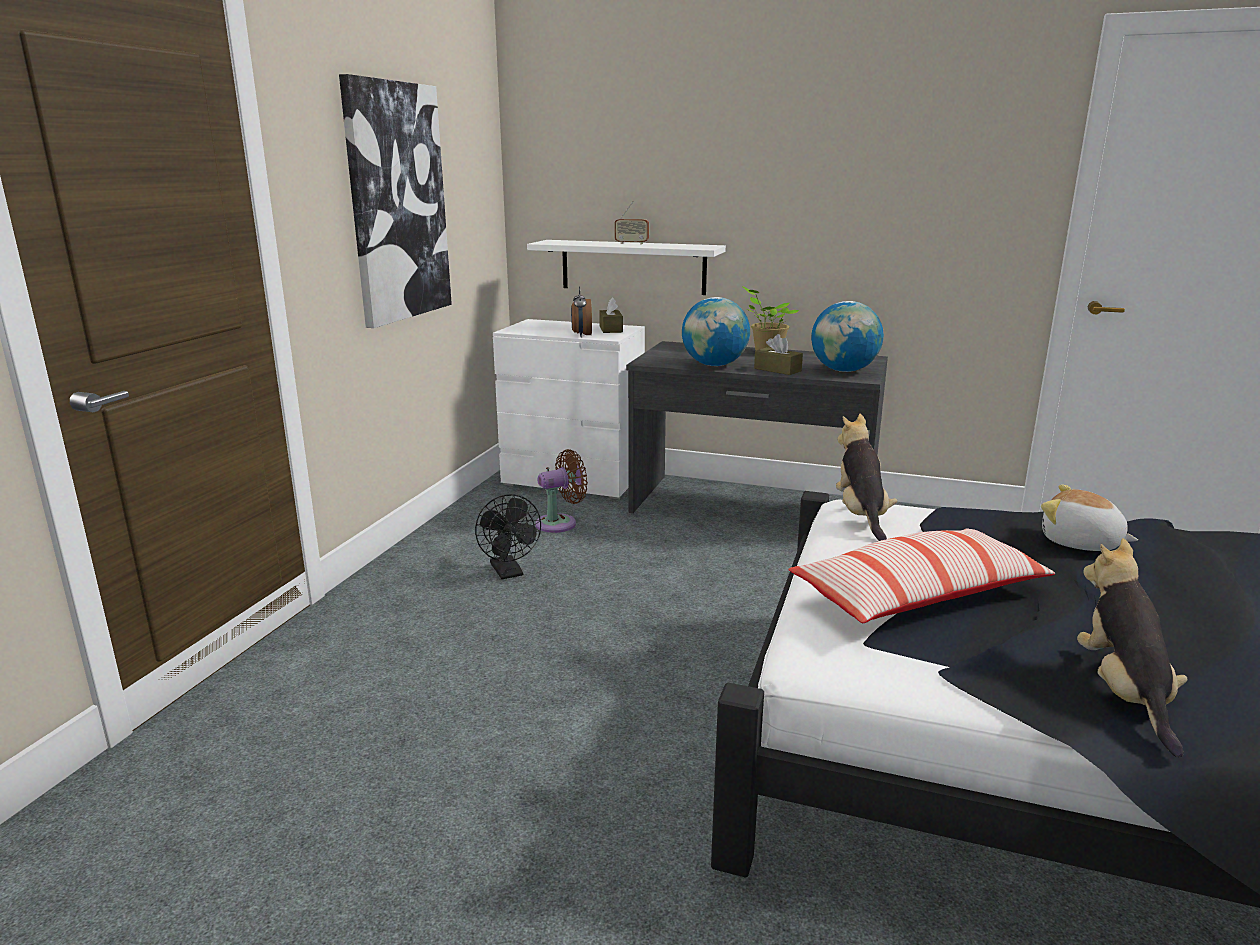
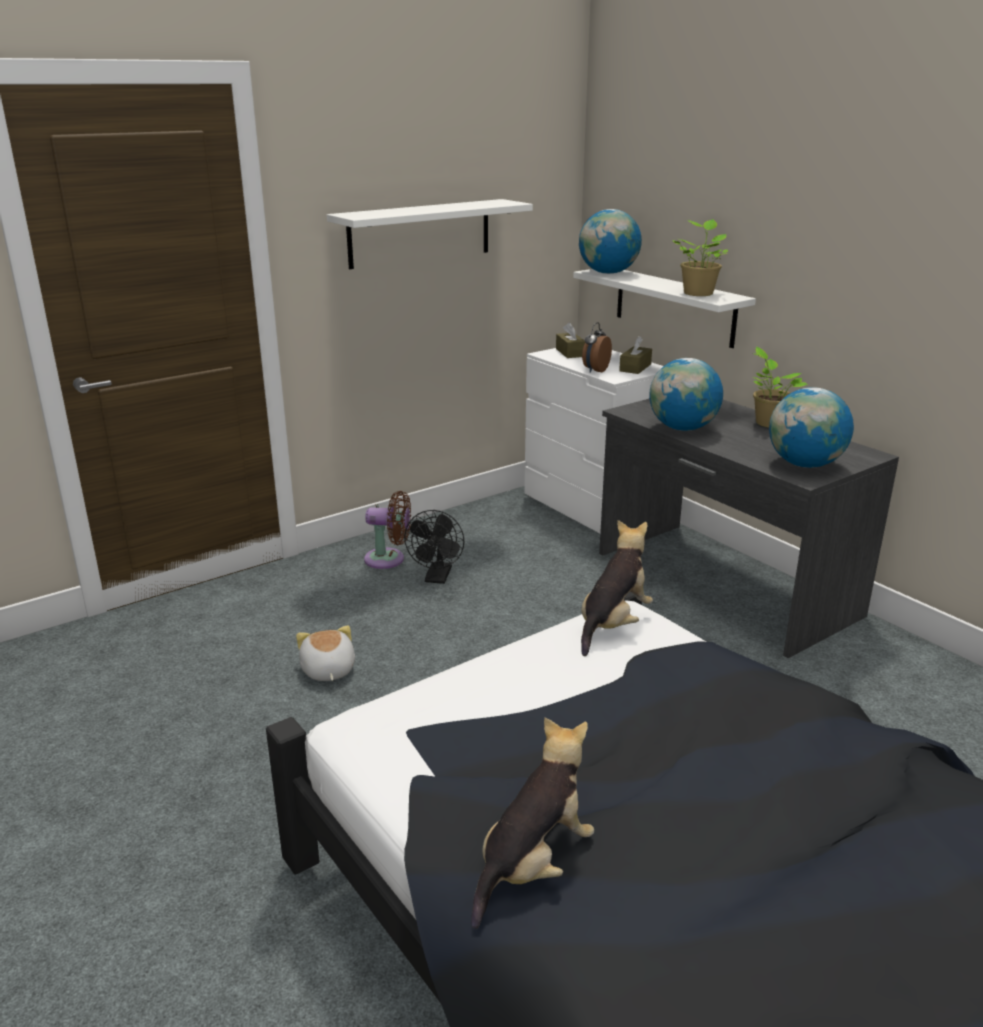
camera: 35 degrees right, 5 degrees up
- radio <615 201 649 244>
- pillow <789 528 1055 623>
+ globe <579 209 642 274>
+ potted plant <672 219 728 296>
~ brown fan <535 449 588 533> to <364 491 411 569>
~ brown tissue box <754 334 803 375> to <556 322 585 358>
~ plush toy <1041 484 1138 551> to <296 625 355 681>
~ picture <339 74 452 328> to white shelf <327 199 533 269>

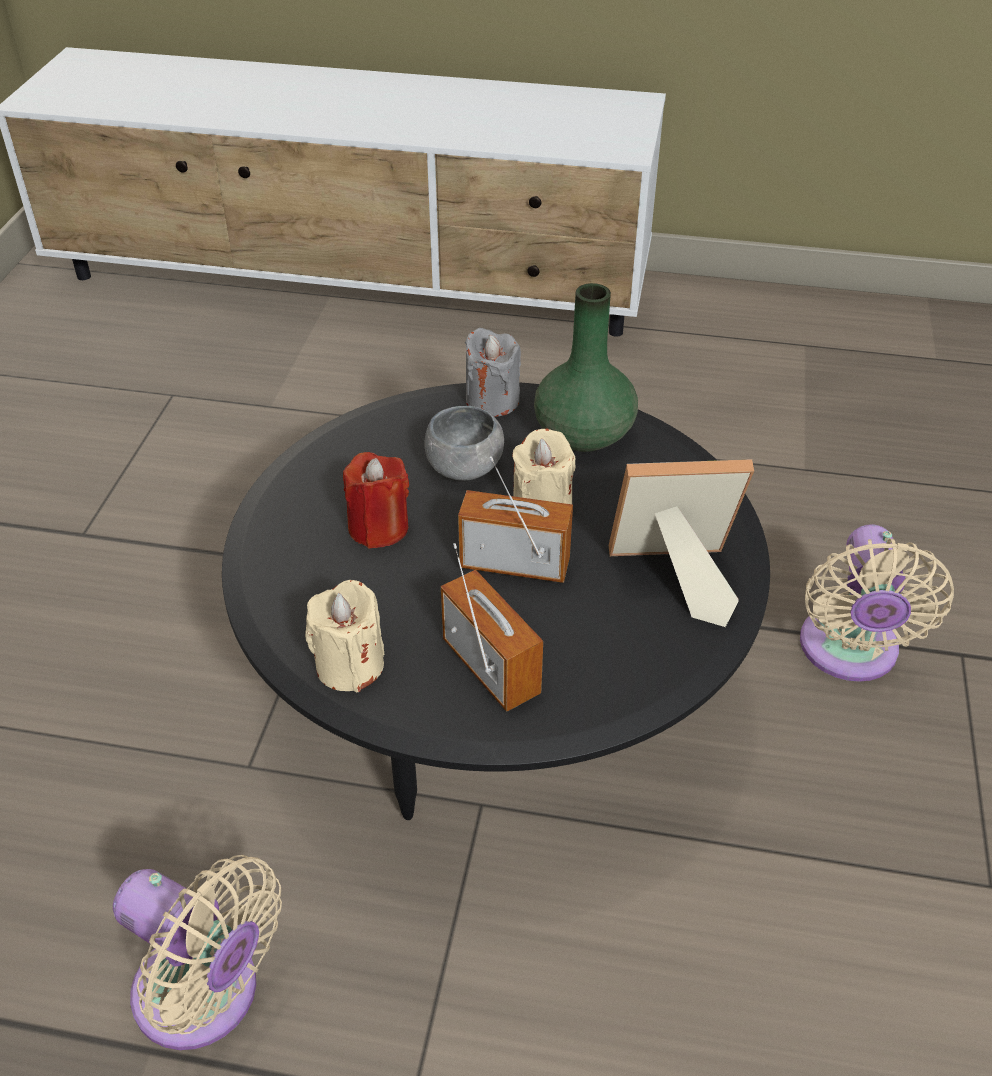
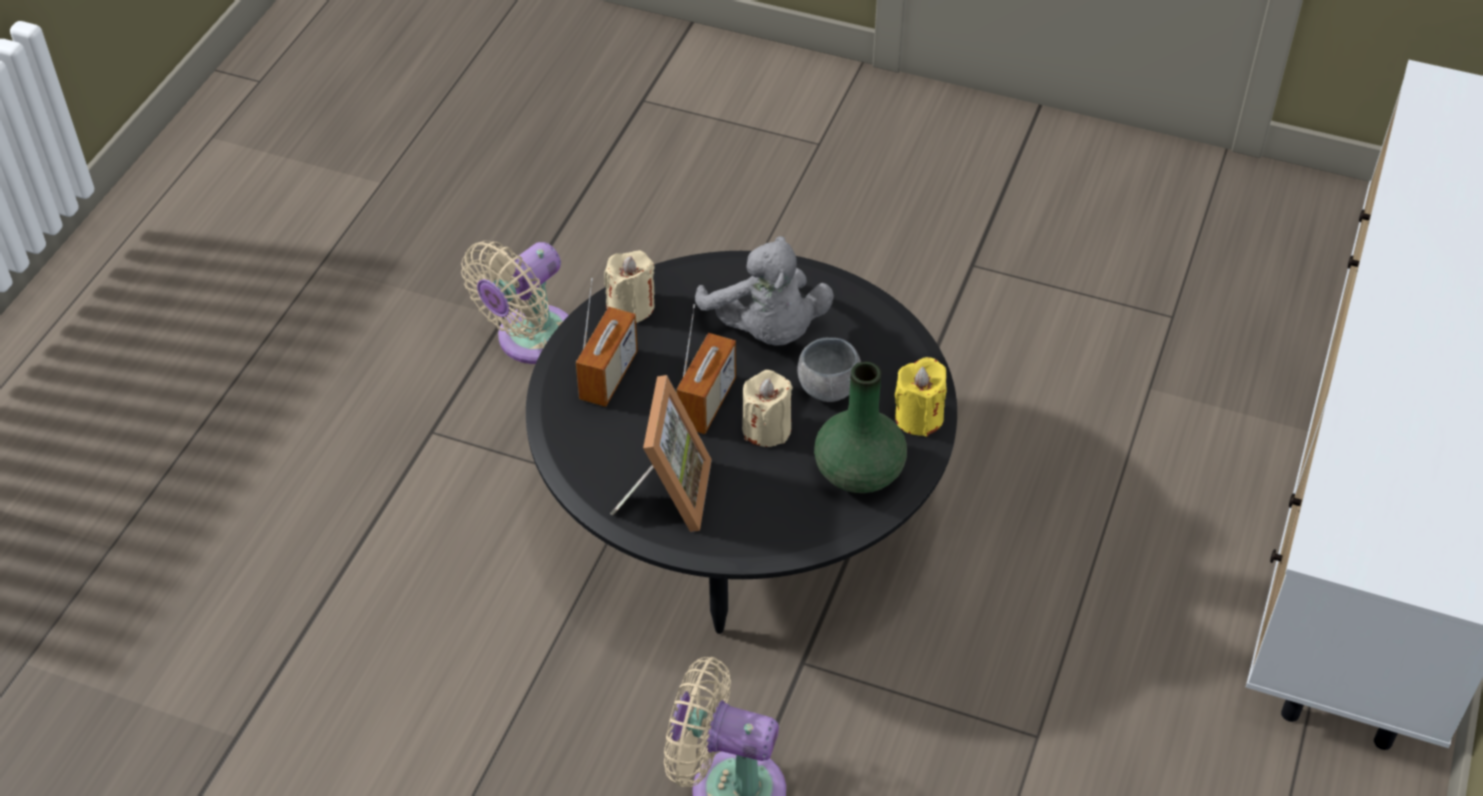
camera: 100 degrees right, 5 degrees up
~ red candle <343 452 409 549> to grey plush toy <695 236 834 345>
~ grey candle <465 328 521 417> to yellow candle <895 357 947 437>
~ radio <441 543 543 712> = <576 278 638 407> 45 degrees counterclockwise

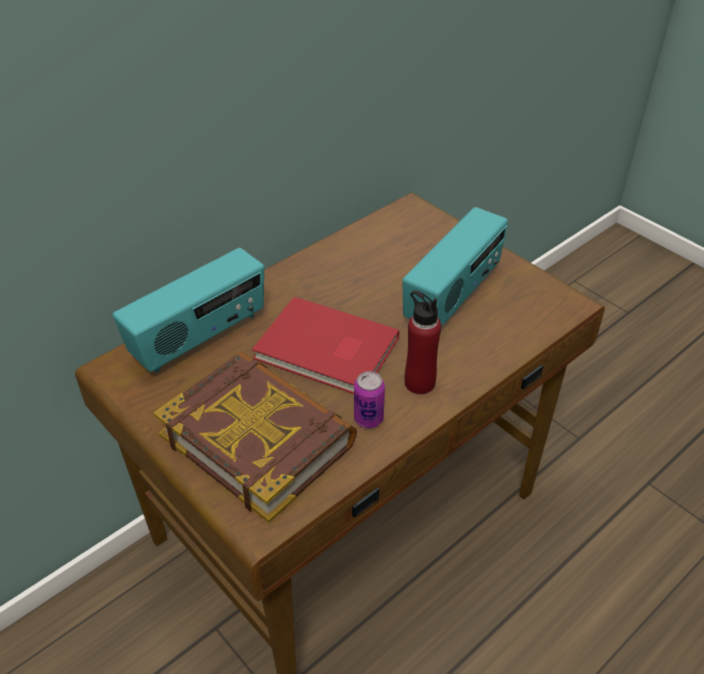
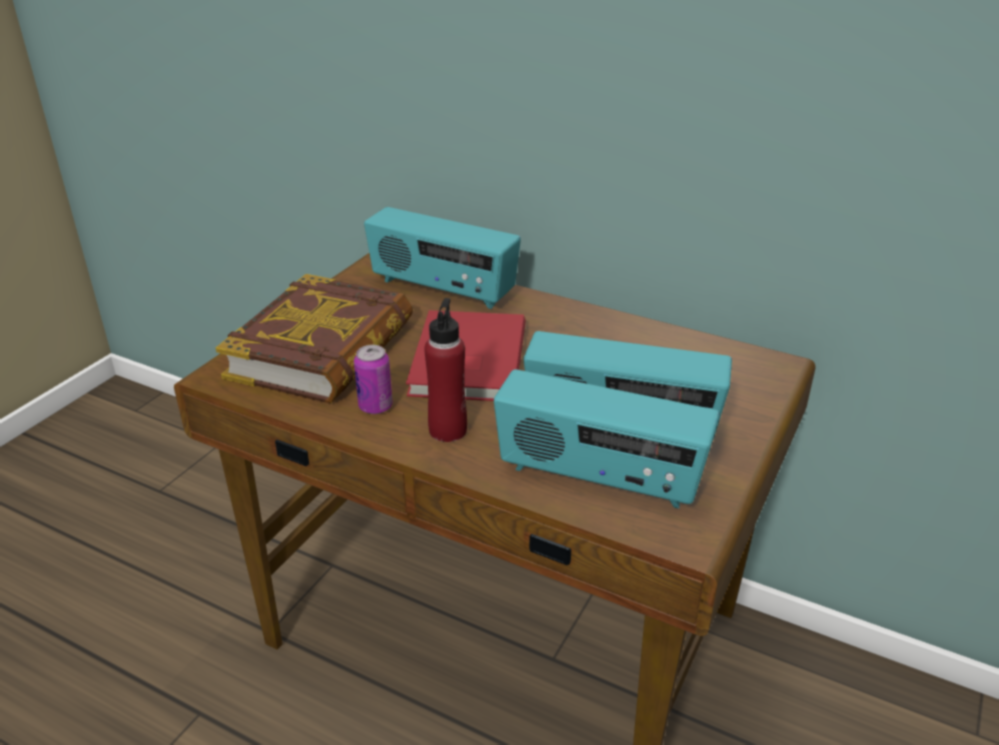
camera: 70 degrees right, 10 degrees down
+ radio <494 369 720 509>

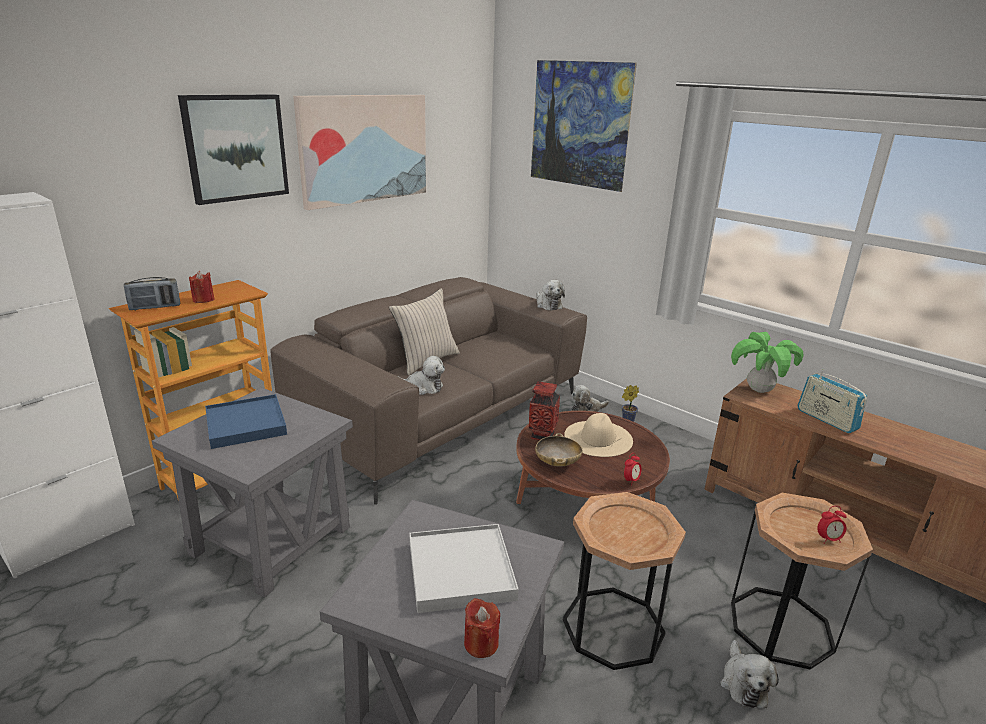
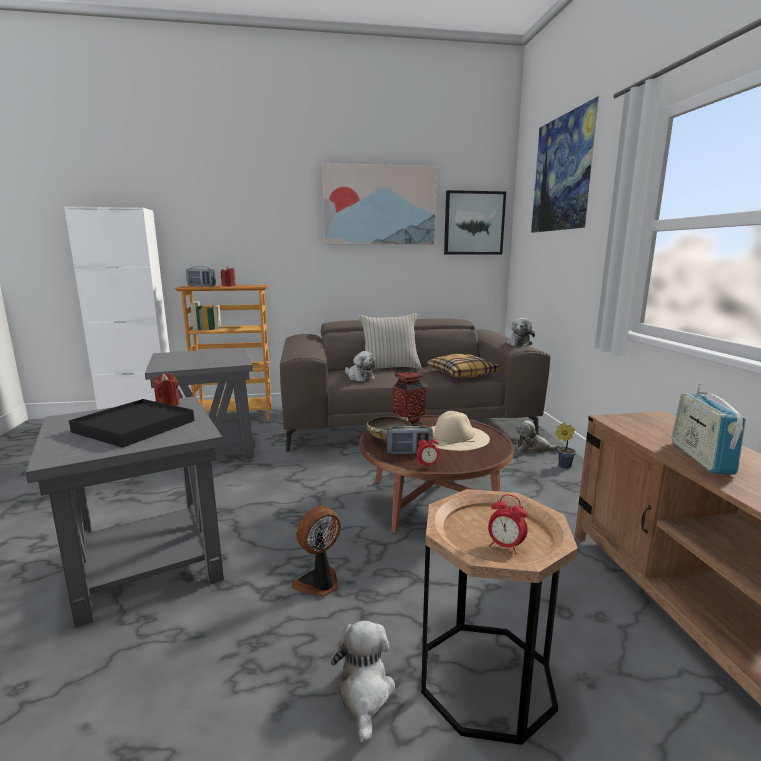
camera: 40 degrees right, 10 degrees down
- blue tray <205 394 287 449>
- potted plant <731 332 803 393>
+ radio <387 424 433 454>
+ pillow <427 354 500 378>
~ picture <178 94 289 205> to <444 190 506 254>
~ red candle <464 598 500 658> to <153 373 180 406>
~ brown side table <563 492 686 670> to fan <291 506 341 597>
~ white tray <409 524 519 613> to black tray <69 399 194 448>
~ plush toy <720 640 779 708> = <331 621 395 744> 135 degrees clockwise

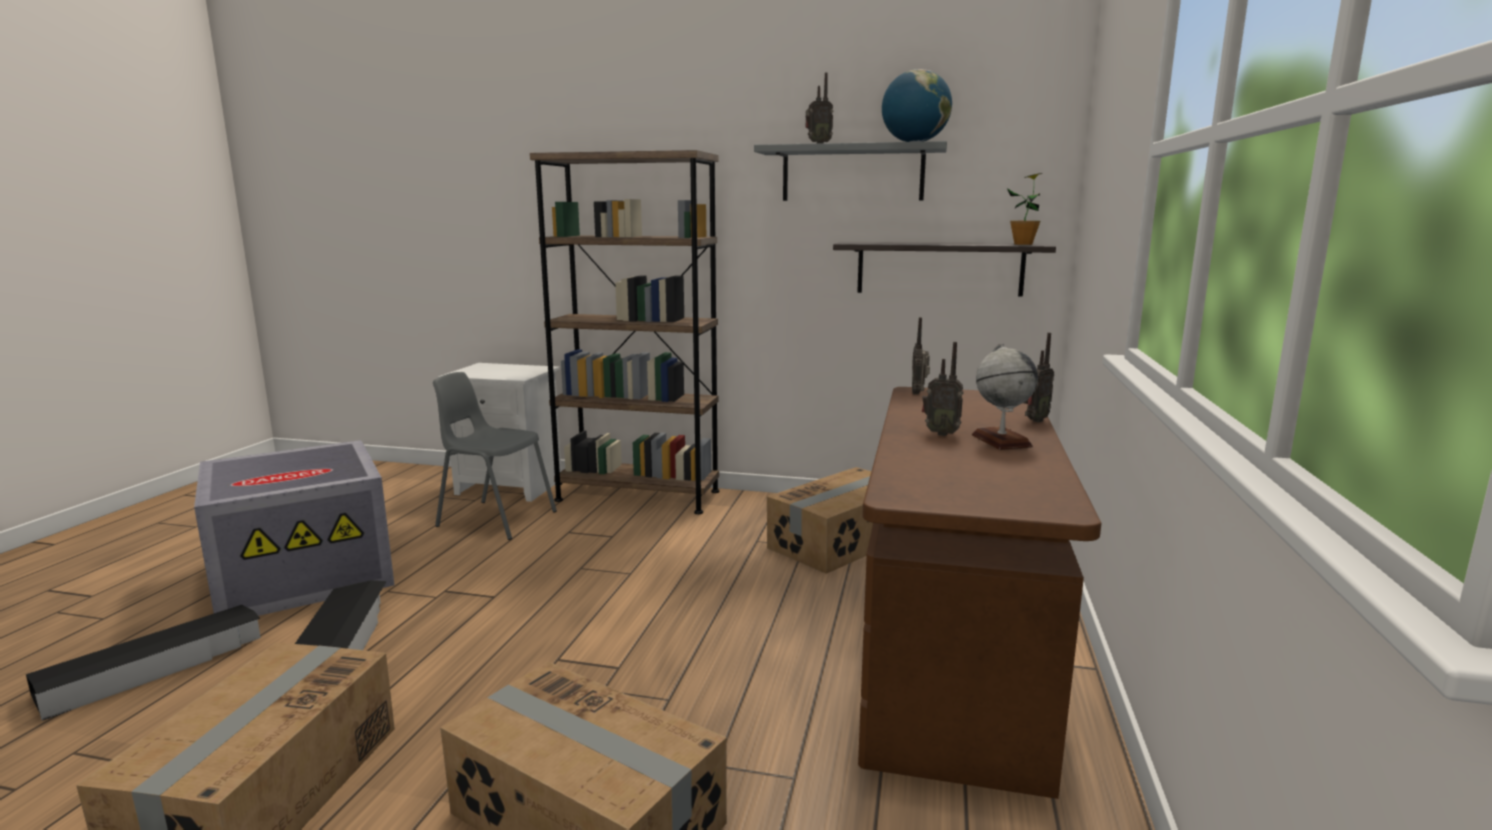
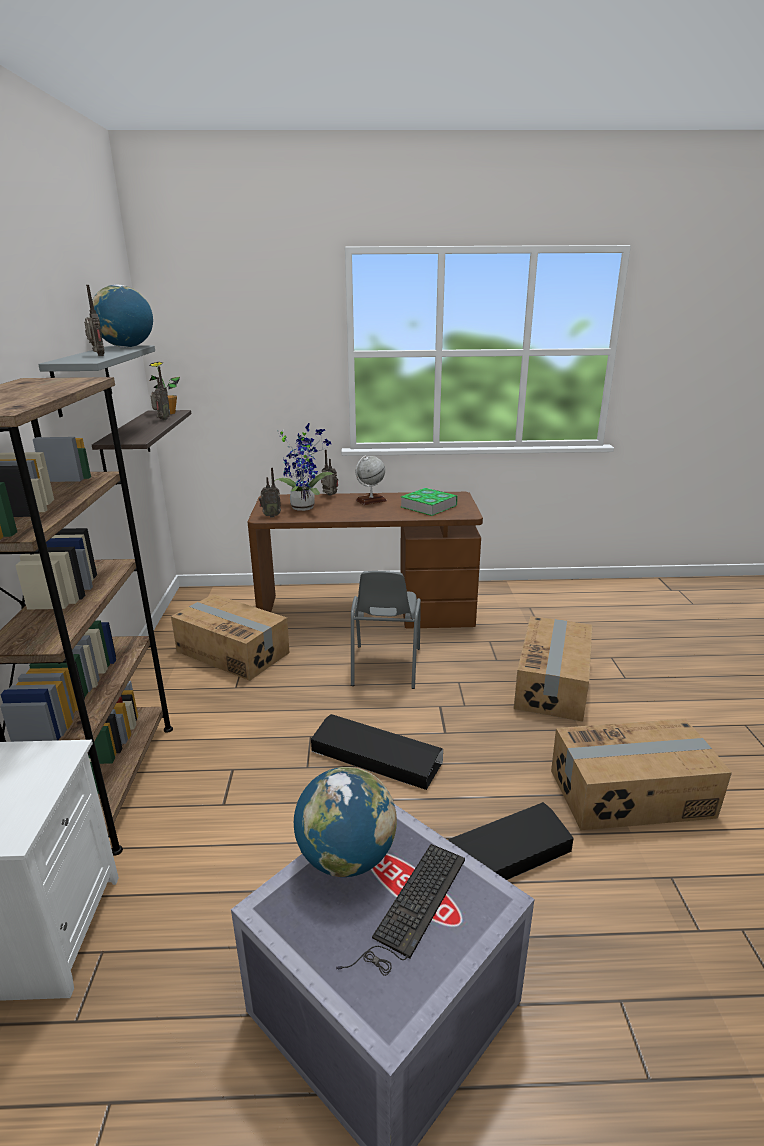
camera: 105 degrees left, 10 degrees up
+ potted plant <274 423 334 511>
+ globe <294 767 397 877>
+ keyboard <336 844 465 976>
+ book <401 488 458 516>
~ black storage box <26 605 261 721> to <311 714 443 790>
~ grey chair <433 372 557 540> to <351 571 421 689>
~ radio <922 342 964 436> to <150 366 170 420>

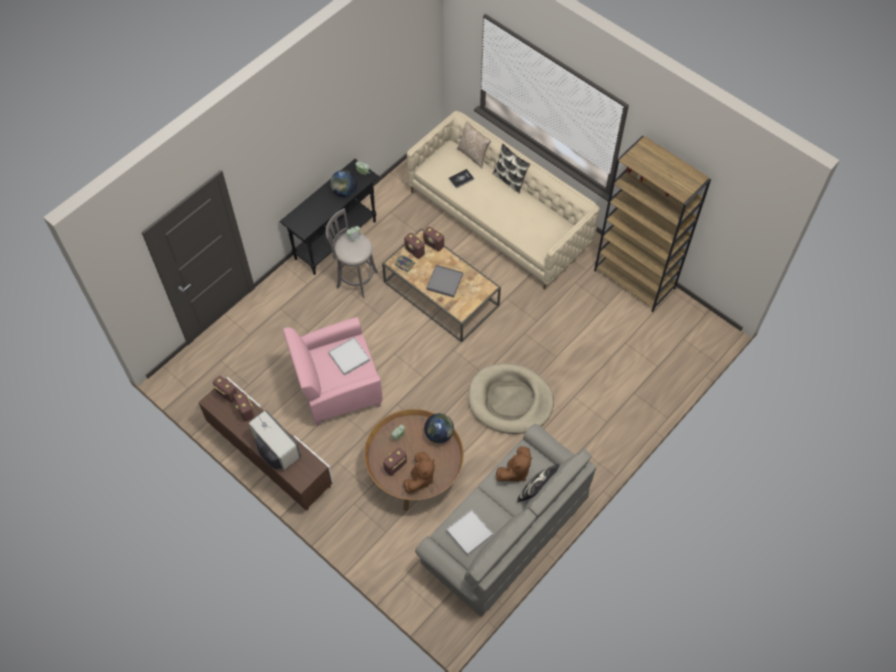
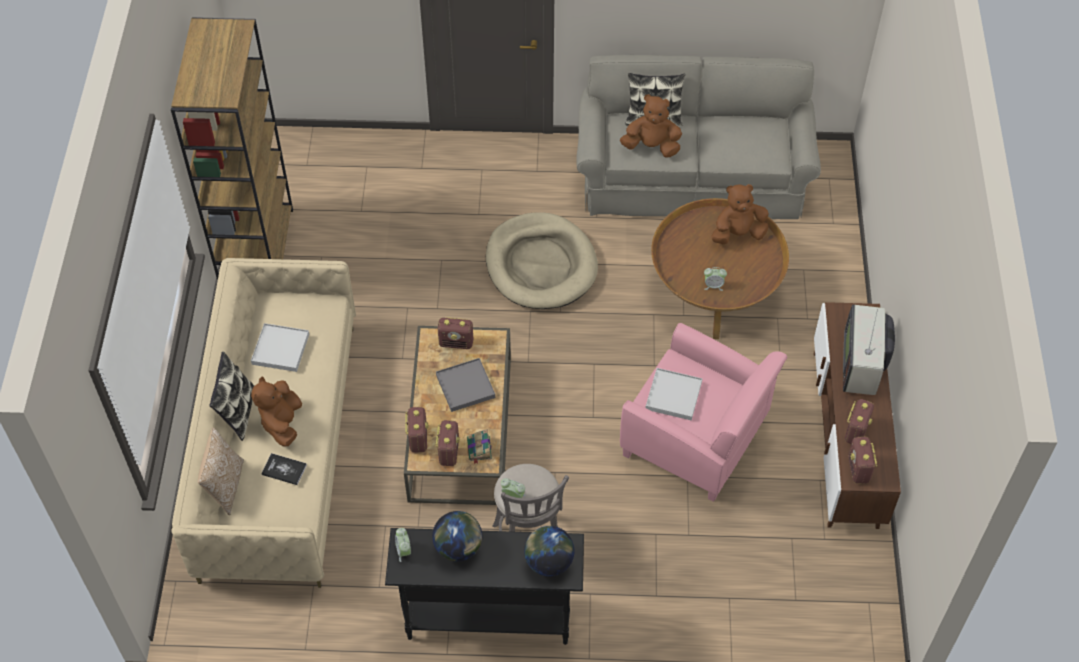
camera: 130 degrees left, 5 degrees down
+ brown plush toy <251 377 302 447>
~ radio <383 448 407 476> to <437 317 473 349>
~ globe <424 413 454 443> to <524 526 574 576>
~ white tray <446 510 493 556> to <251 323 309 372>

